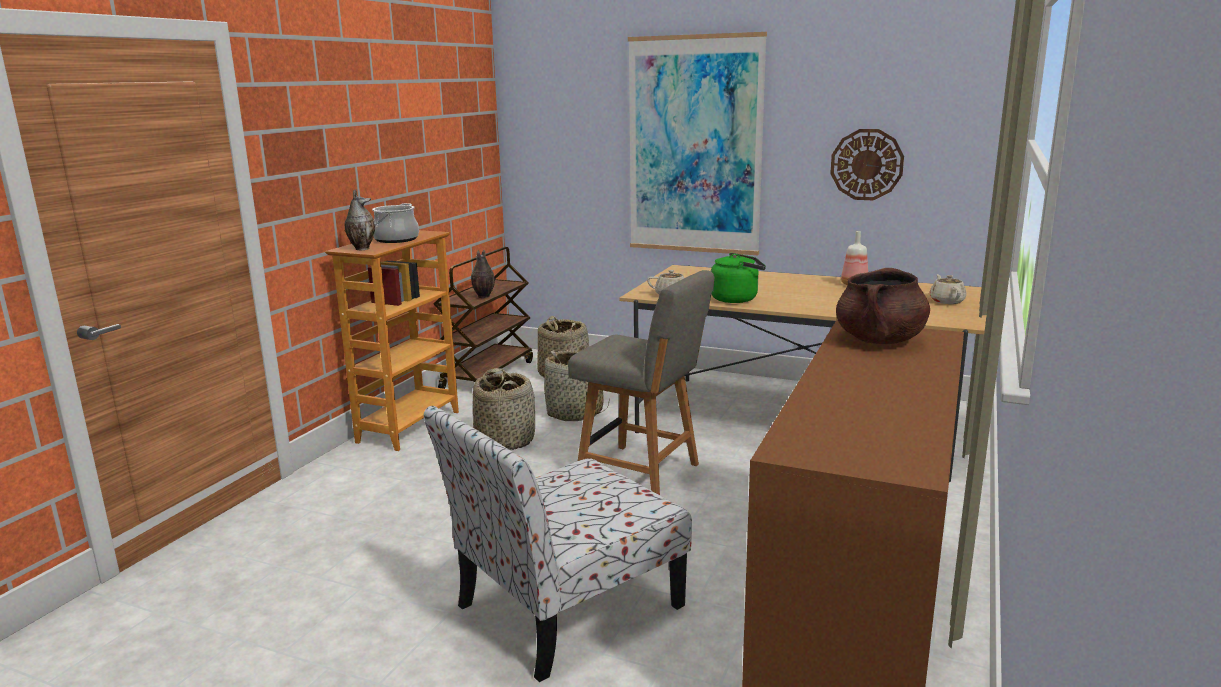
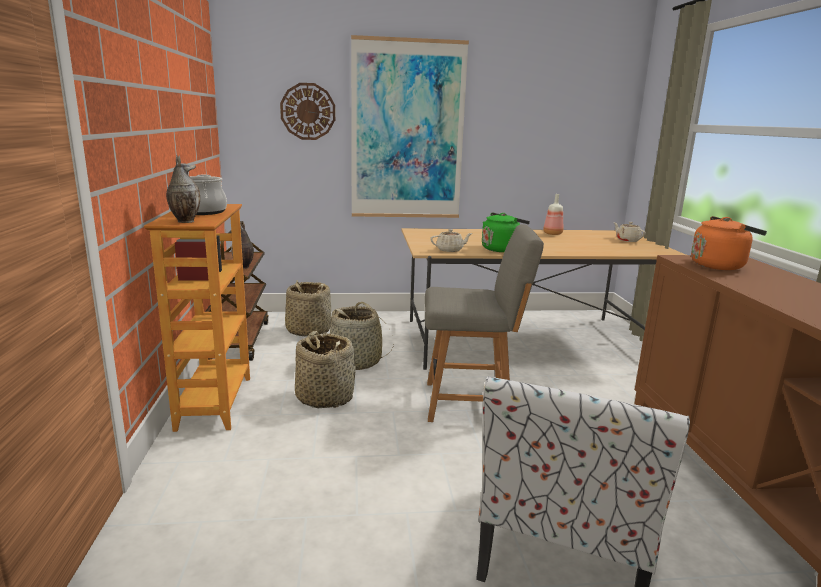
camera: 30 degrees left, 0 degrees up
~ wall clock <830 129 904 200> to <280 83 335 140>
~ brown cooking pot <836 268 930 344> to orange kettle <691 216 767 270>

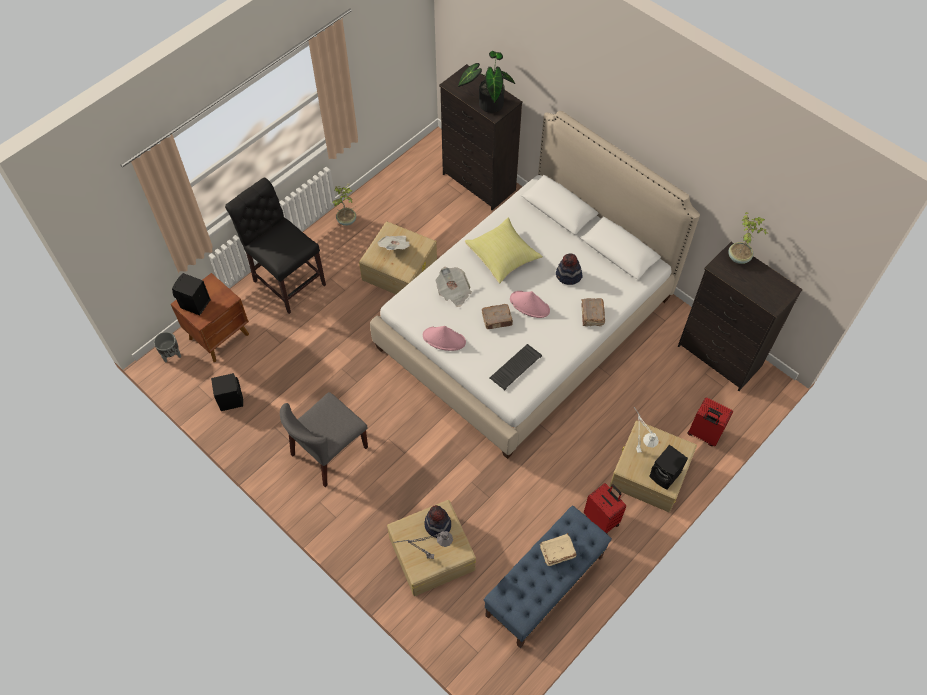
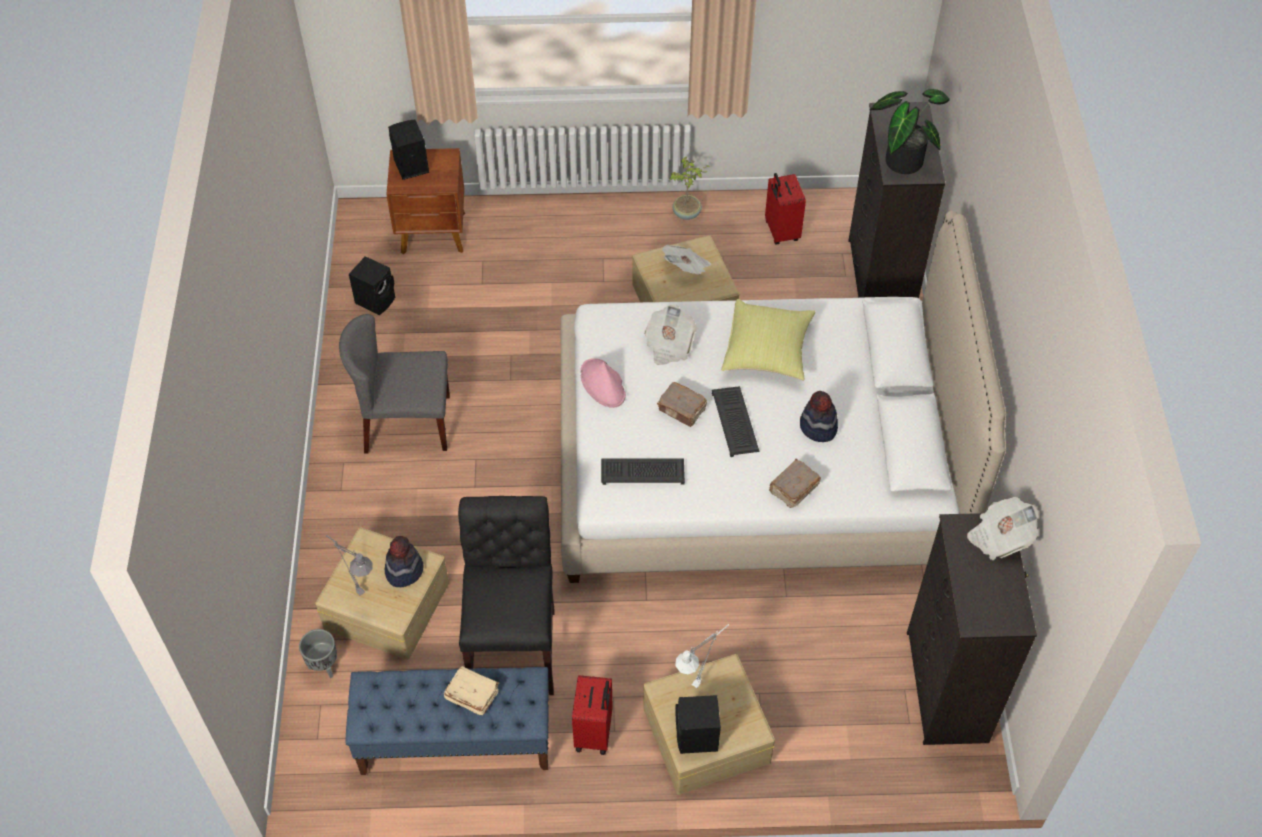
camera: 45 degrees right, 5 degrees down
~ grey planter <154 332 181 362> to <299 629 337 678>
~ black chair <225 178 326 314> to <458 496 555 695>
~ red suitcase <687 398 733 446> to <765 173 806 244>
~ pink hat <510 291 550 318> to keyboard <712 386 759 457>
~ potted plant <728 212 768 264> to newspaper <967 497 1039 560>

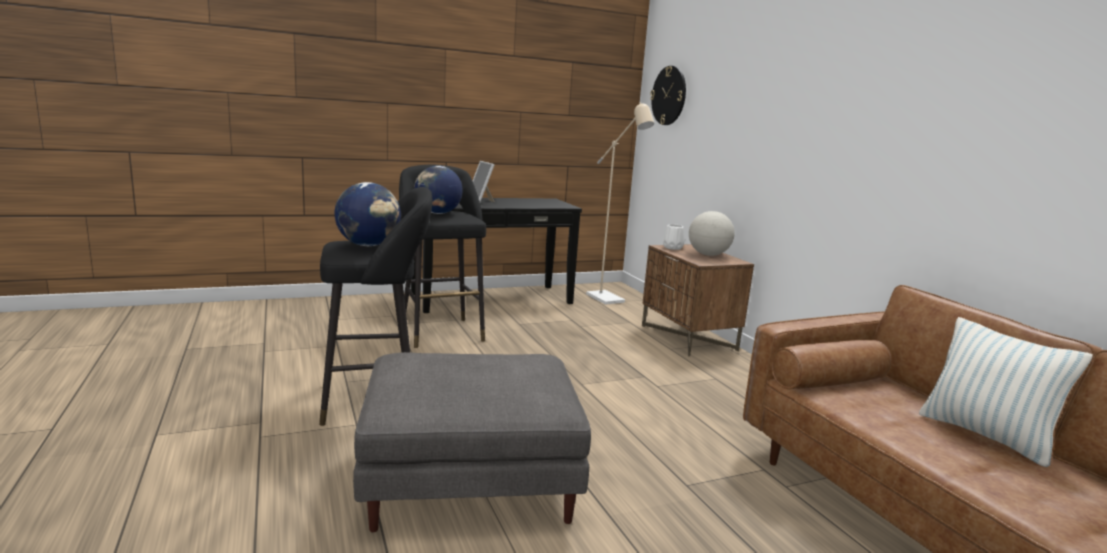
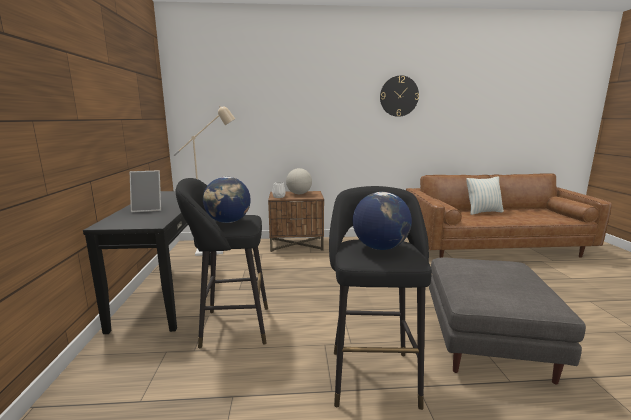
camera: 70 degrees left, 0 degrees up
~ wall clock <650 66 686 125> to <380 75 419 117>

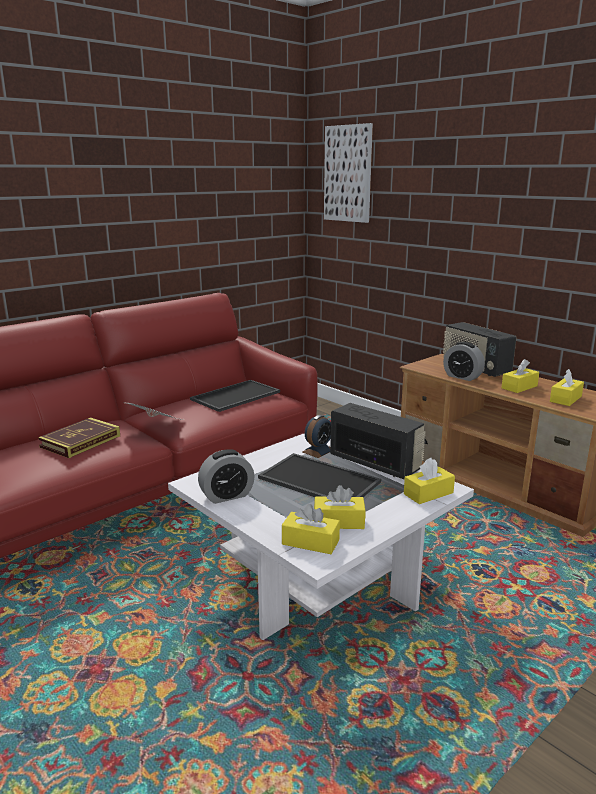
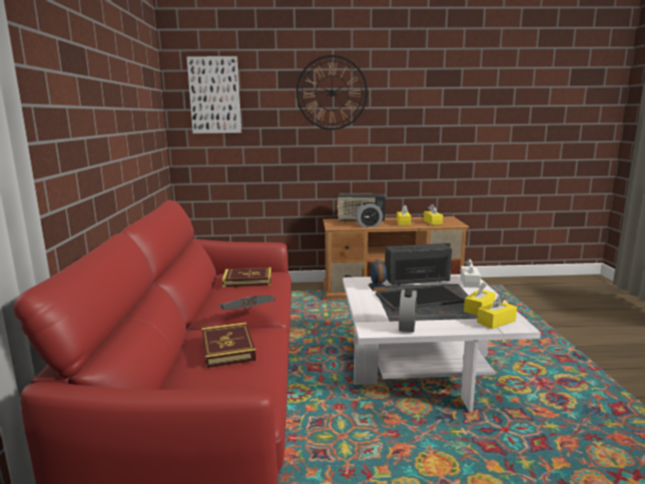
camera: 50 degrees left, 5 degrees down
+ wall clock <296 55 368 130>
~ tray <190 380 280 412> to book <222 267 272 287>
~ yellow tissue box <404 458 455 504> to white tissue box <460 259 481 288>

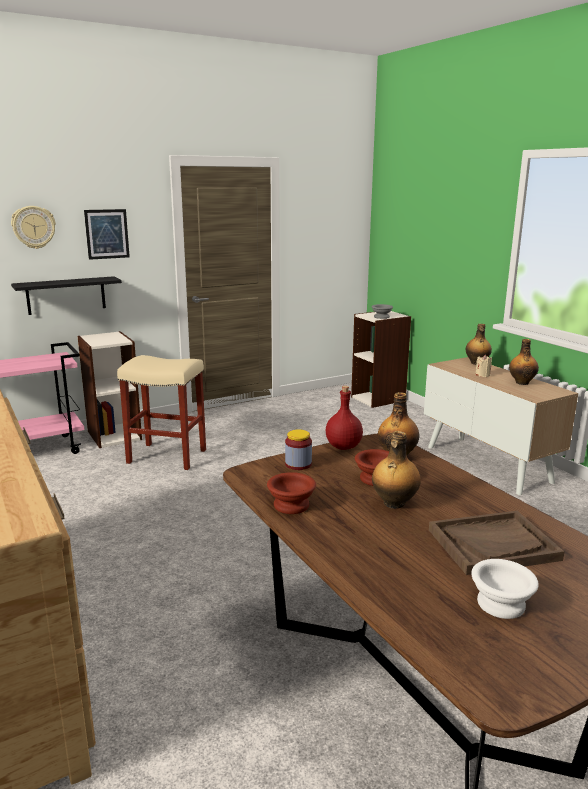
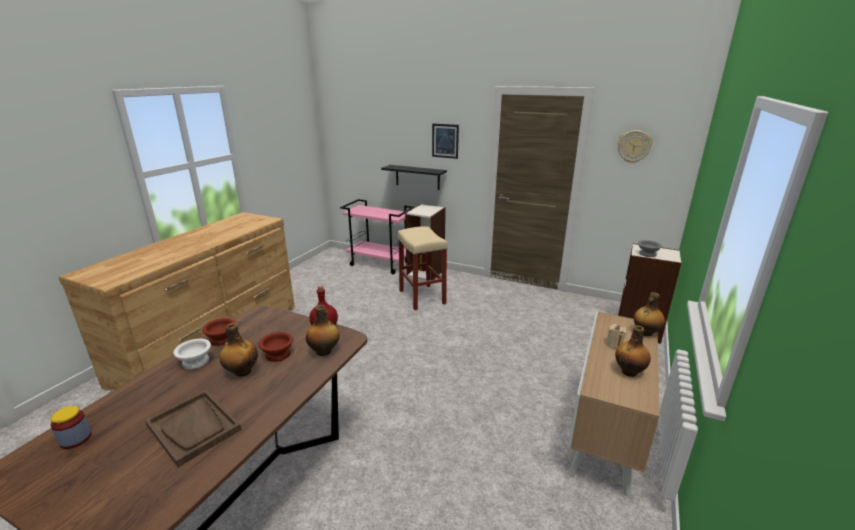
camera: 55 degrees right, 5 degrees up
~ wall clock <11 206 56 249> to <617 130 653 163>
~ jar <285 429 312 470> to <51 406 92 449>
~ white bowl <471 559 539 619> to <173 339 211 369>

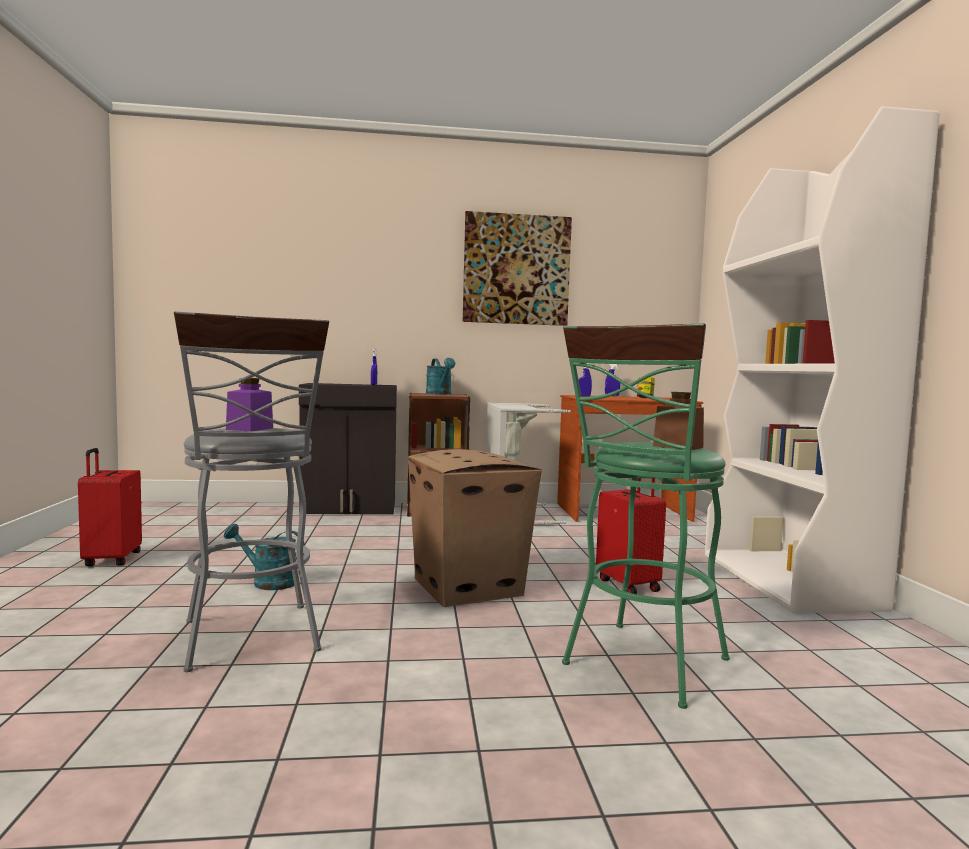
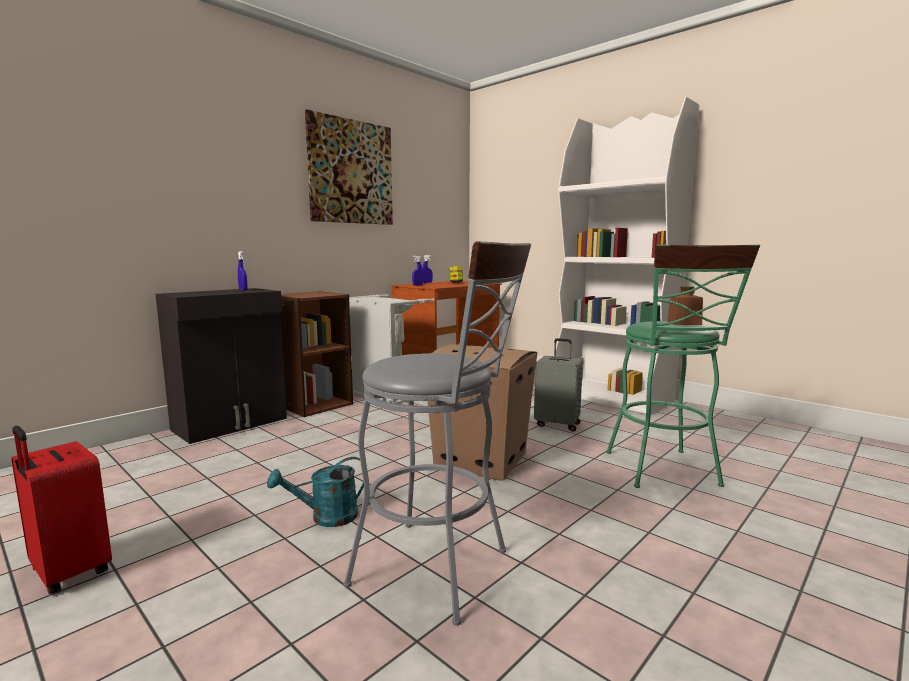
camera: 40 degrees left, 5 degrees up
- purple jar <226 378 273 431>
- turquoise watering can <426 358 456 395>
~ red suitcase <596 478 666 594> to grey suitcase <534 338 583 431>

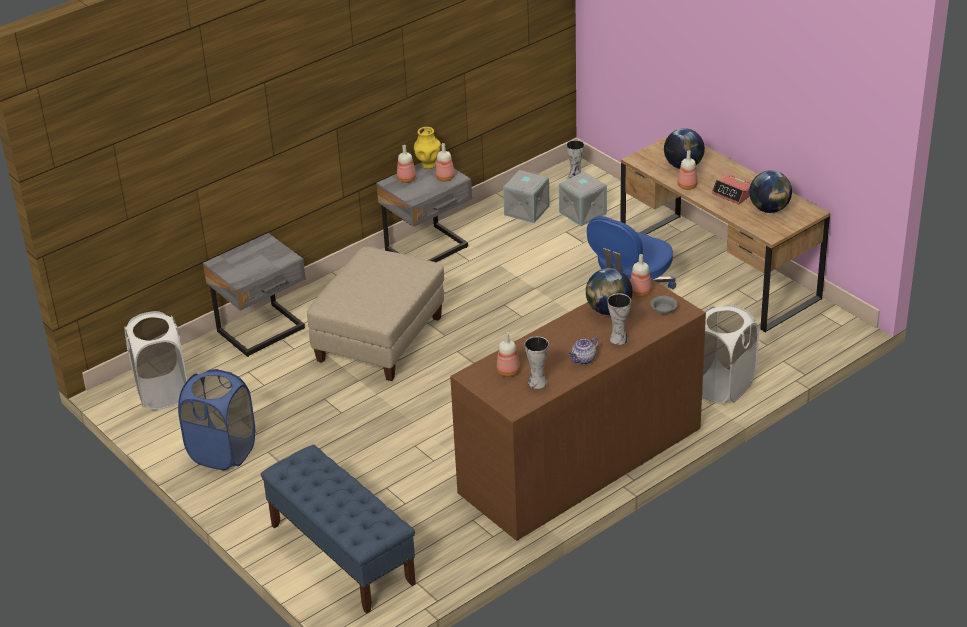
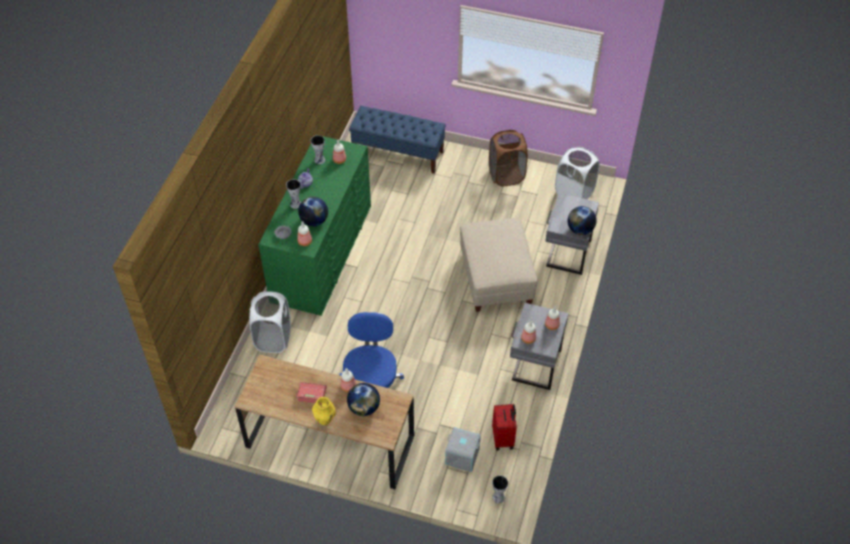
camera: 145 degrees right, 15 degrees up
~ yellow vase <414 127 441 169> to <312 397 336 425>
~ globe <749 170 792 213> to <568 206 597 235>
~ grey storage box <503 170 550 223> to red suitcase <492 404 517 451>
~ blue laundry basket <178 369 255 470> to brown laundry basket <489 130 528 186>
~ brown dresser <450 279 706 541> to green dresser <258 135 371 316>

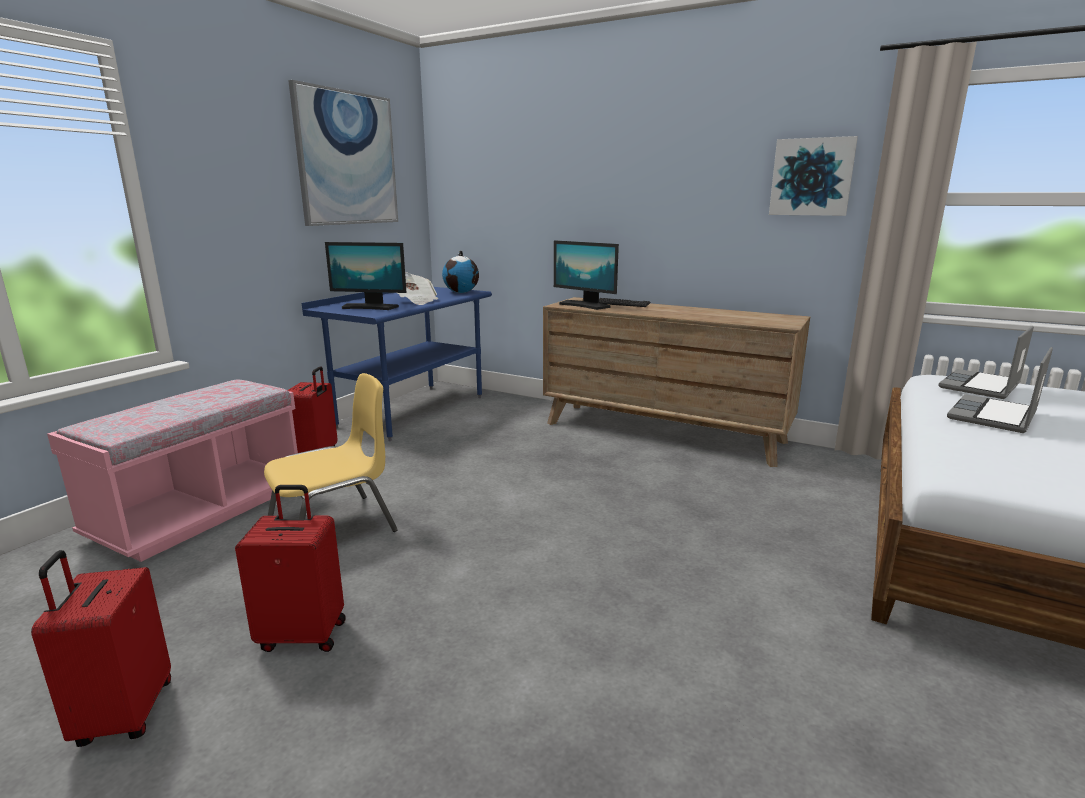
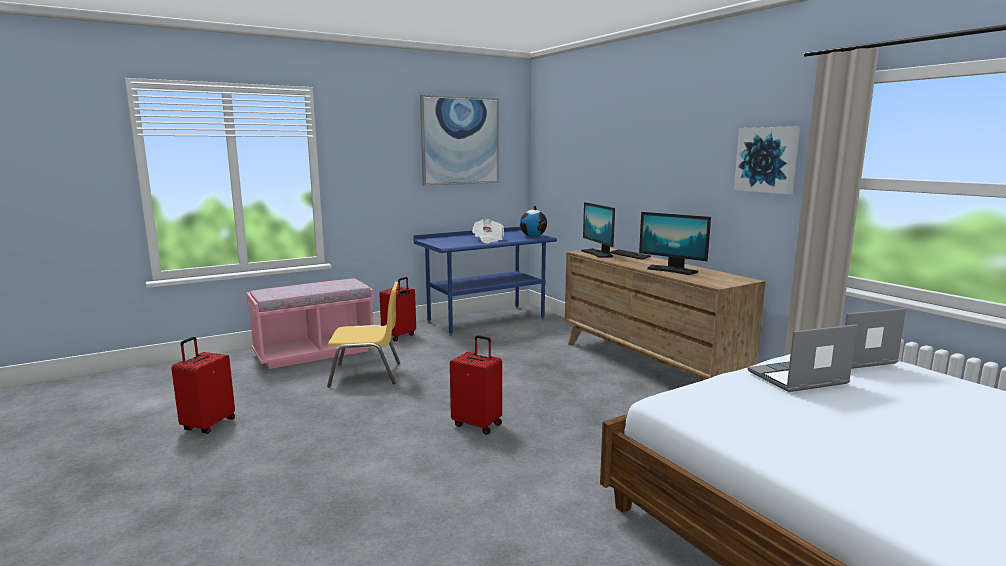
camera: 30 degrees right, 5 degrees down
~ red suitcase <235 485 346 652> to <450 335 502 435>
~ monitor <325 242 407 310> to <639 212 711 275>

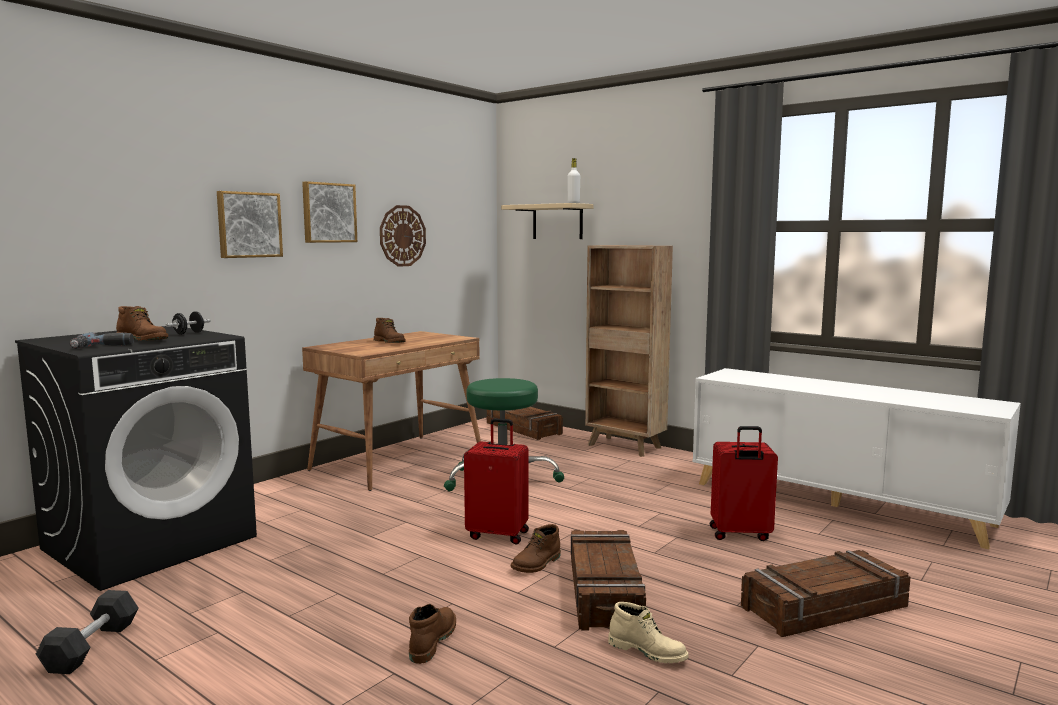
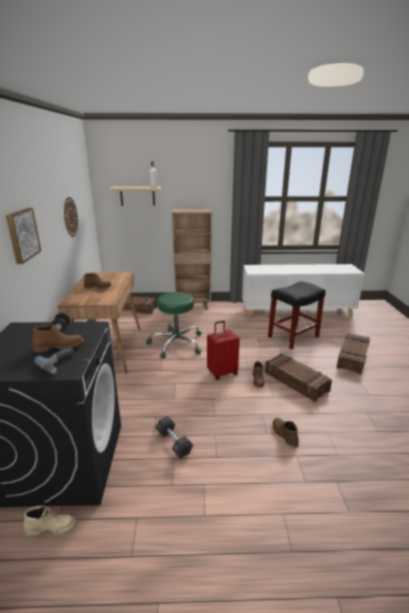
camera: 40 degrees left, 15 degrees up
- picture <302 181 357 243>
~ black dumbbell <36 590 139 674> to <156 416 193 458>
~ beige boot <608 602 688 663> to <24 505 76 536>
~ red suitcase <710 426 778 541> to black stool <268 281 326 349>

